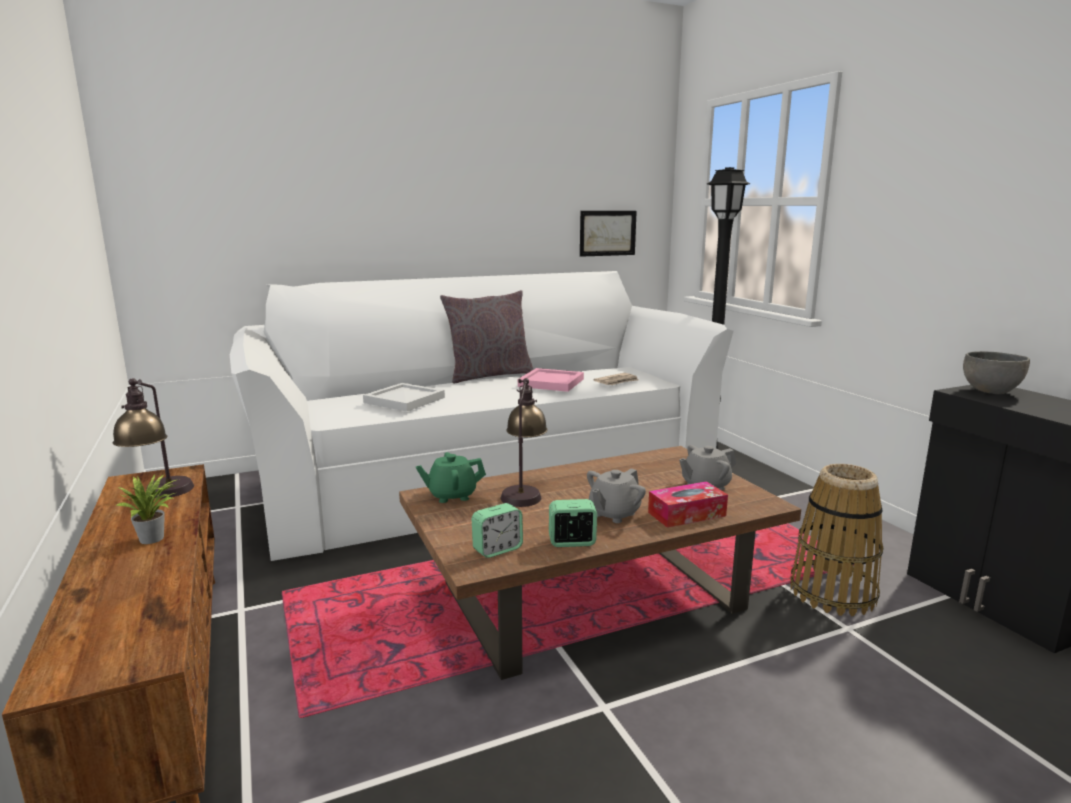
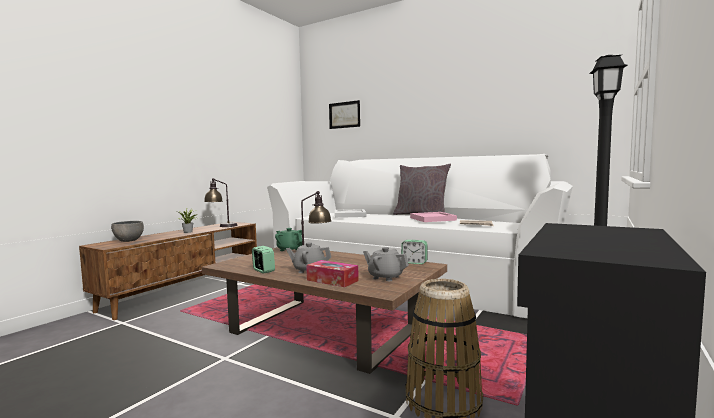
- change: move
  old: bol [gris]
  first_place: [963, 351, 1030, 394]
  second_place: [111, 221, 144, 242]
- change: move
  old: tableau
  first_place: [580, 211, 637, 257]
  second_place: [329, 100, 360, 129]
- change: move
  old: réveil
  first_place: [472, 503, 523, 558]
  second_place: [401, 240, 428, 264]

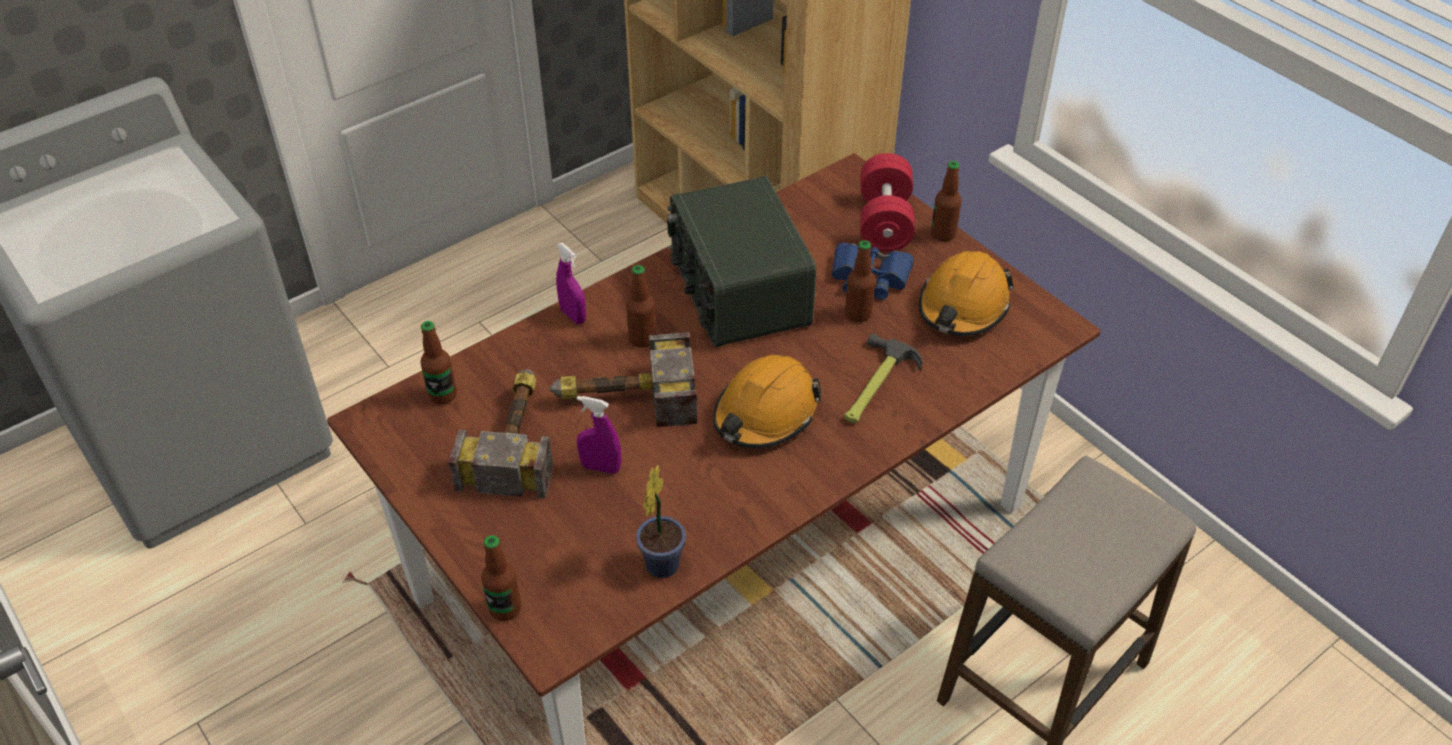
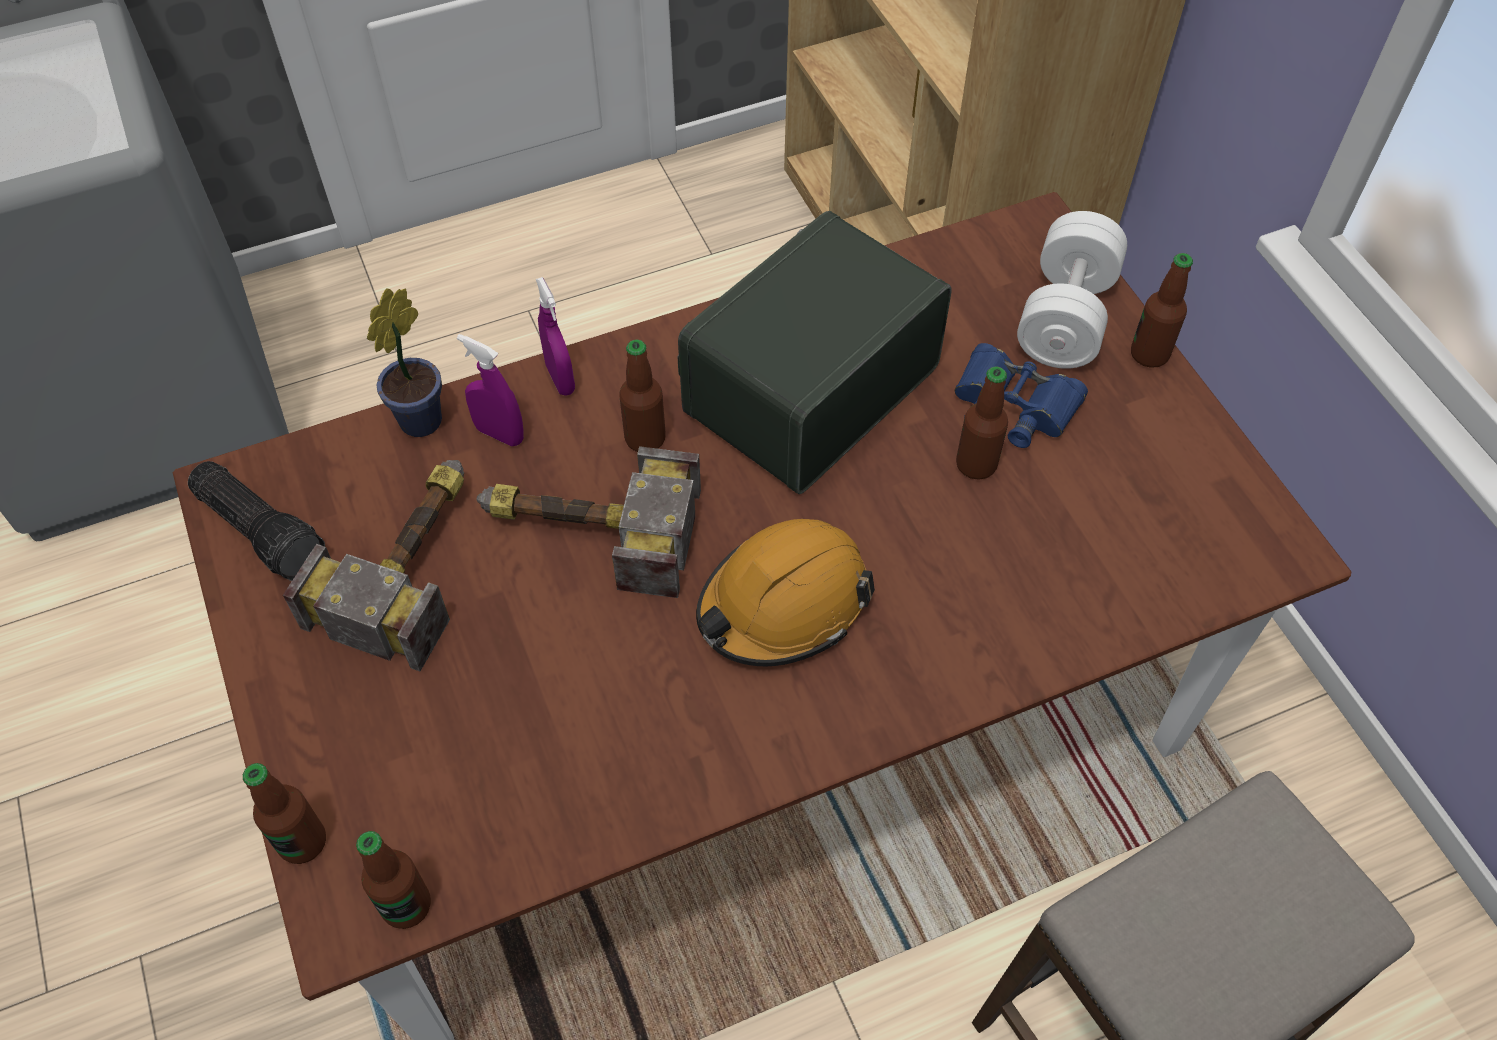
- change: insert
  new: lampe de poche
  second_place: [188, 461, 325, 581]
- change: move
  old: bouteille
  first_place: [420, 321, 457, 405]
  second_place: [356, 831, 431, 929]
- change: move
  old: plante en pot
  first_place: [636, 465, 686, 578]
  second_place: [367, 288, 442, 437]
- change: move
  old: vaporisateur [violet]
  first_place: [577, 396, 621, 474]
  second_place: [457, 334, 524, 447]
- change: rotate
  old: radio
  first_place: [667, 176, 816, 347]
  second_place: [677, 211, 952, 494]
  degrees: 45
- change: recolor
  old: haltère [rouge]
  new: haltère [blanc]
  first_place: [861, 153, 915, 252]
  second_place: [1017, 211, 1127, 369]
- change: delete
  old: marteau
  first_place: [844, 333, 922, 423]
- change: delete
  old: casque de chantier [orange]
  first_place: [919, 251, 1014, 336]

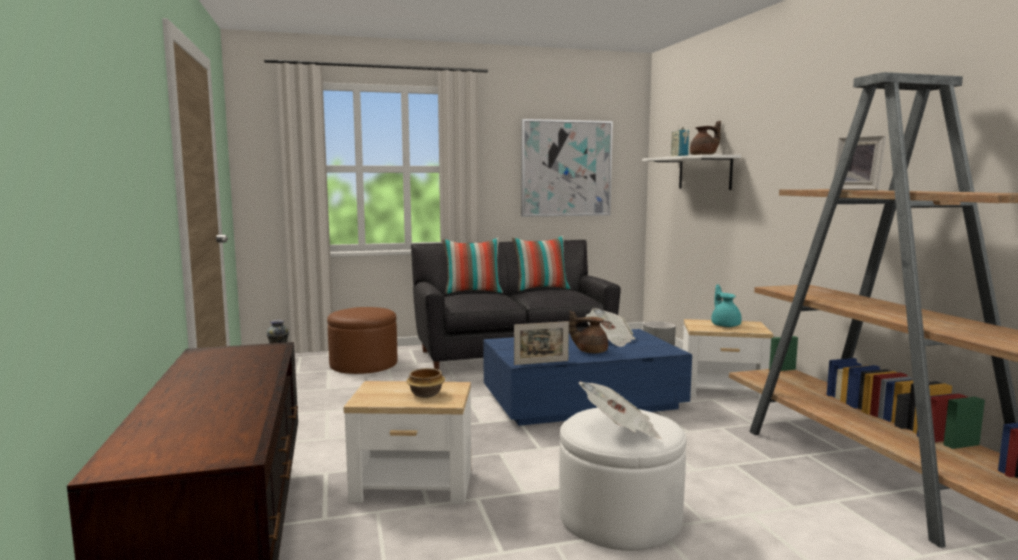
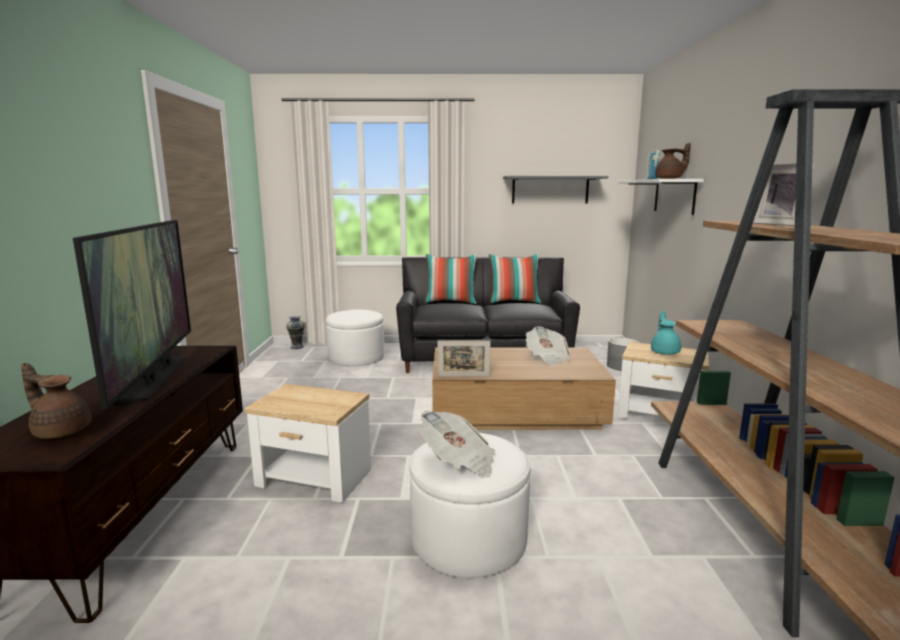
- change: move
  old: théière [marron]
  first_place: [569, 311, 608, 353]
  second_place: [21, 363, 92, 439]
- change: insert
  new: téléviseur
  second_place: [73, 220, 191, 410]
- change: recolor
  old: pouf [marron]
  new: pouf [blanc]
  first_place: [327, 307, 397, 374]
  second_place: [326, 309, 384, 366]
- change: recolor
  old: table basse [bleu]
  new: table basse [marron]
  first_place: [483, 329, 692, 426]
  second_place: [432, 347, 616, 430]
- change: replace
  old: tableau
  new: étagère [gris]
  first_place: [521, 119, 613, 217]
  second_place: [503, 176, 608, 204]
- change: delete
  old: bol
  first_place: [406, 368, 445, 398]

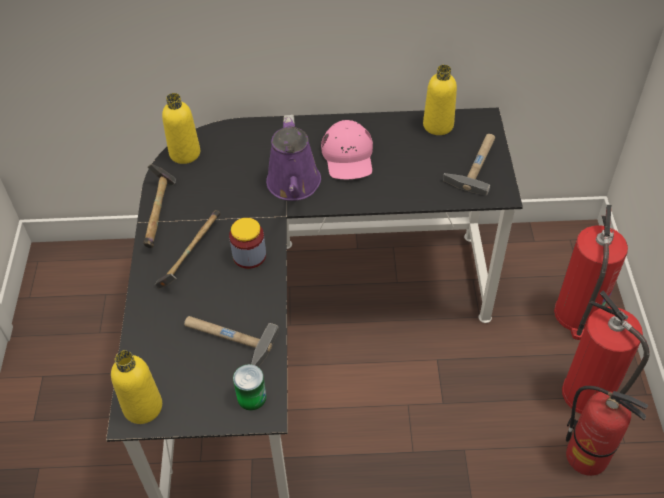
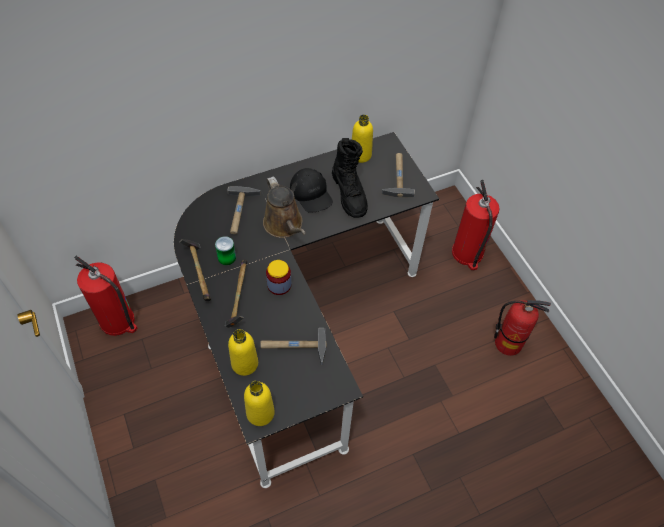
- change: move
  old: extincteur
  first_place: [562, 291, 650, 414]
  second_place: [74, 256, 137, 336]
- change: move
  old: boîte métallique
  first_place: [233, 364, 267, 411]
  second_place: [215, 236, 236, 265]
- change: insert
  new: marteau
  second_place: [227, 186, 261, 234]
- change: move
  old: bouteille [jaune]
  first_place: [162, 93, 200, 164]
  second_place: [228, 329, 258, 376]
- change: recolor
  old: arrosoir [violet]
  new: arrosoir [marron]
  first_place: [266, 115, 321, 201]
  second_place: [263, 176, 306, 238]
- change: recolor
  old: casquette [rose]
  new: casquette [noir]
  first_place: [321, 120, 373, 179]
  second_place: [290, 168, 333, 213]
- change: insert
  new: botte [noir]
  second_place: [332, 138, 368, 218]

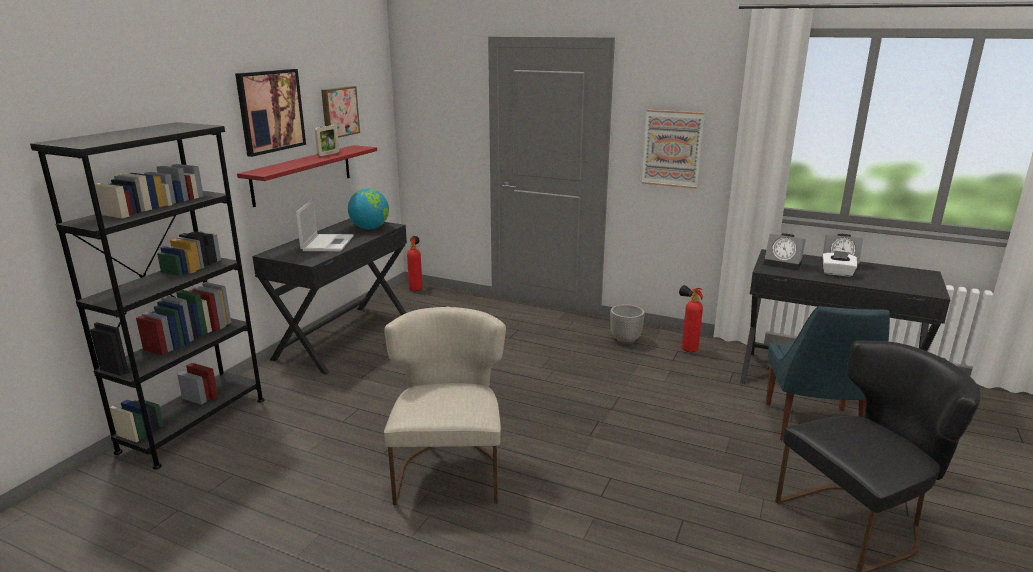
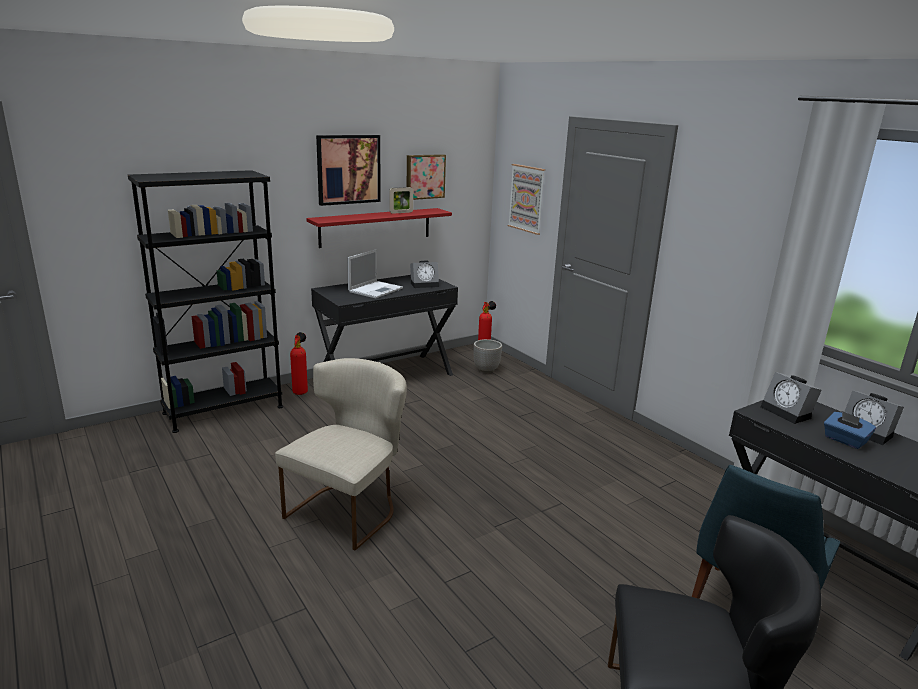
- change: move
  old: extincteur
  first_place: [679, 285, 703, 352]
  second_place: [290, 332, 308, 395]
- change: replace
  old: globe
  new: réveil
  first_place: [348, 189, 389, 229]
  second_place: [410, 261, 439, 288]
- change: move
  old: cache-pot
  first_place: [610, 304, 645, 344]
  second_place: [473, 339, 502, 373]
- change: move
  old: tableau
  first_place: [642, 110, 705, 189]
  second_place: [508, 164, 545, 235]
- change: recolor
  old: boîte à mouchoirs [blanc]
  new: boîte à mouchoirs [bleu]
  first_place: [822, 250, 857, 277]
  second_place: [824, 411, 876, 449]

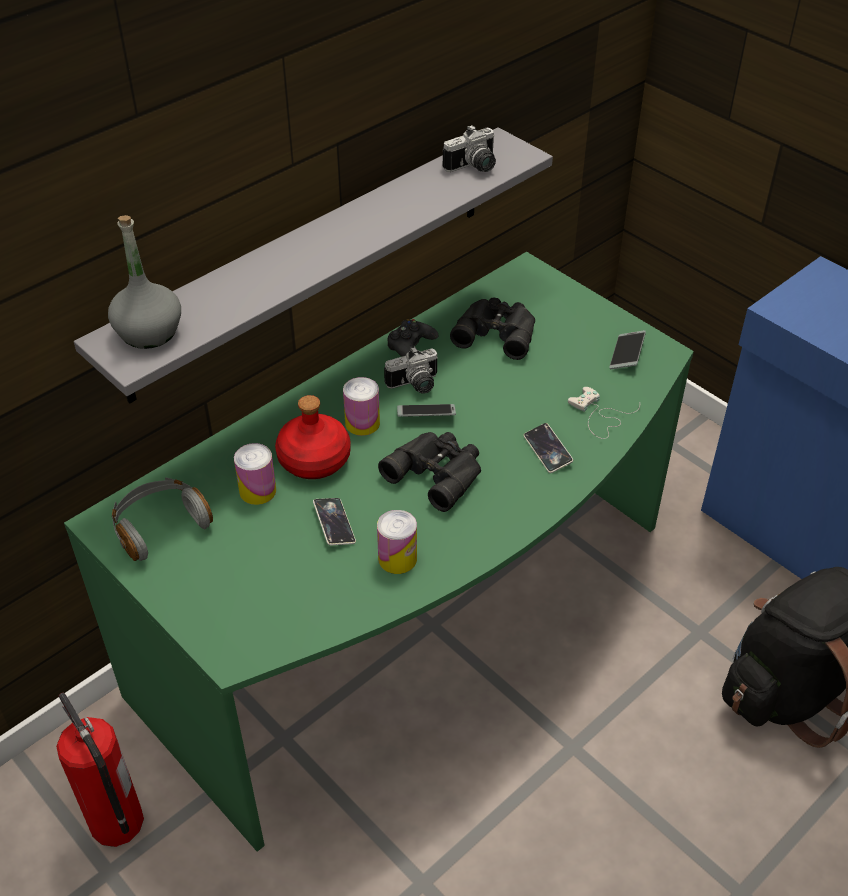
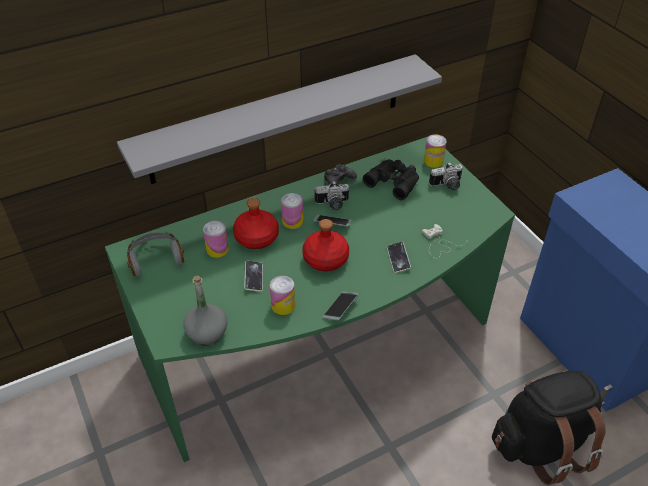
- change: move
  old: bouteille [gris]
  first_place: [108, 215, 181, 349]
  second_place: [183, 276, 227, 346]
- change: replace
  old: jumelles [noir]
  new: bouteille [rouge]
  first_place: [378, 432, 481, 512]
  second_place: [302, 219, 349, 271]
- change: move
  old: téléphone
  first_place: [609, 330, 646, 369]
  second_place: [322, 291, 359, 320]
- change: insert
  new: boîte métallique
  second_place: [424, 135, 447, 168]
- change: move
  old: appareil photo
  first_place: [443, 125, 496, 172]
  second_place: [429, 162, 463, 190]
- change: delete
  old: extincteur
  first_place: [56, 692, 144, 847]

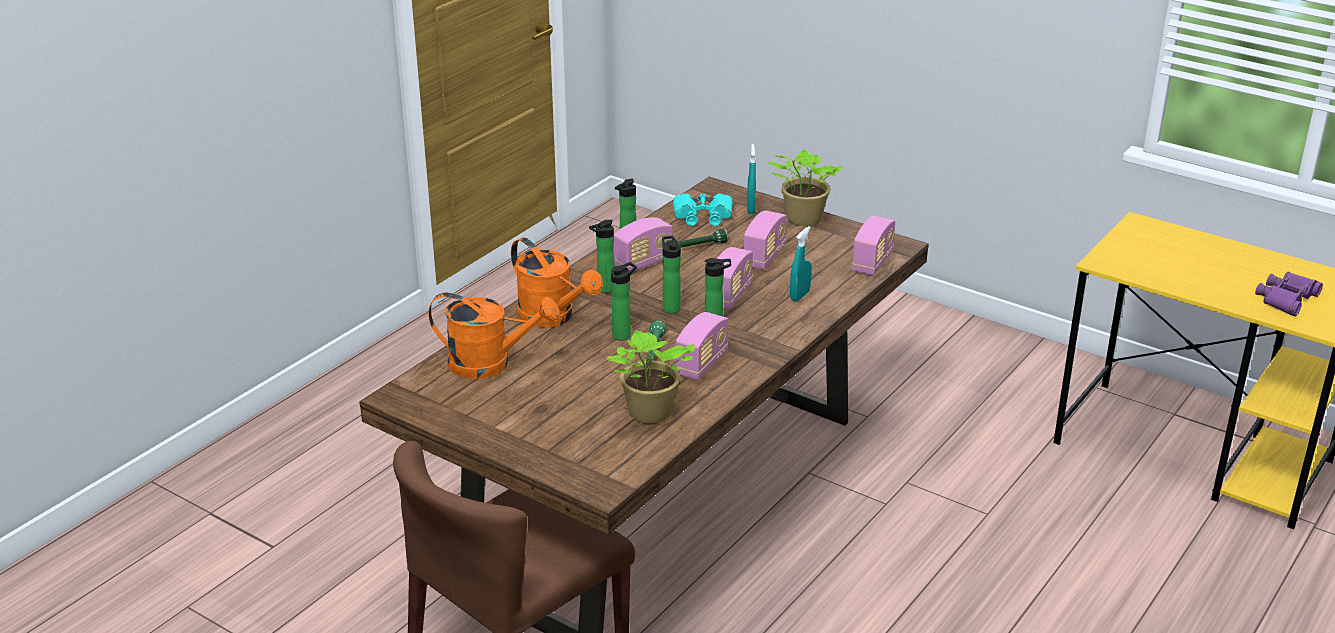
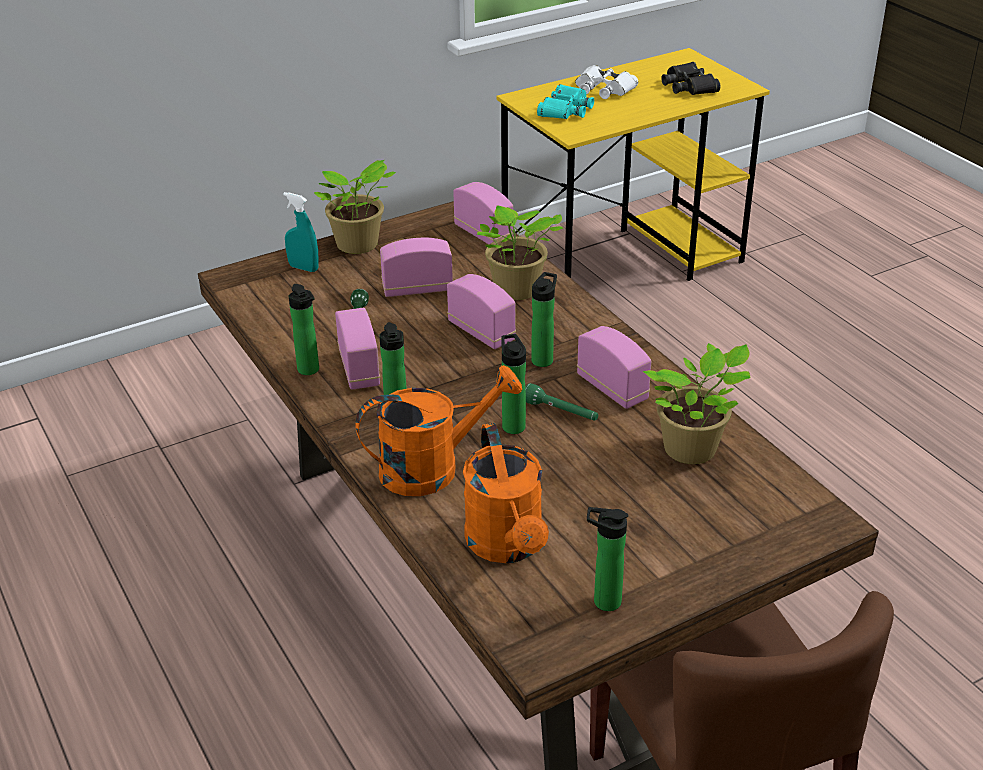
- change: rotate
  old: radio
  first_place: [744, 211, 787, 270]
  second_place: [380, 238, 453, 297]
  degrees: -60
- change: rotate
  old: arrosoir [orange]
  first_place: [428, 292, 559, 379]
  second_place: [463, 423, 549, 563]
  degrees: 135
- change: replace
  old: vaporisateur [turquoise]
  new: plante en pot
  first_place: [790, 226, 812, 301]
  second_place: [477, 206, 563, 300]
- change: move
  old: jumelles [turquoise]
  first_place: [673, 193, 733, 226]
  second_place: [537, 84, 594, 119]
- change: insert
  new: jumelles [blanc]
  second_place: [575, 65, 638, 99]
- change: move
  old: bouteille
  first_place: [662, 236, 681, 314]
  second_place: [587, 507, 628, 611]
- change: recolor
  old: jumelles [violet]
  new: jumelles [noir]
  first_place: [1255, 271, 1323, 316]
  second_place: [661, 62, 721, 95]

